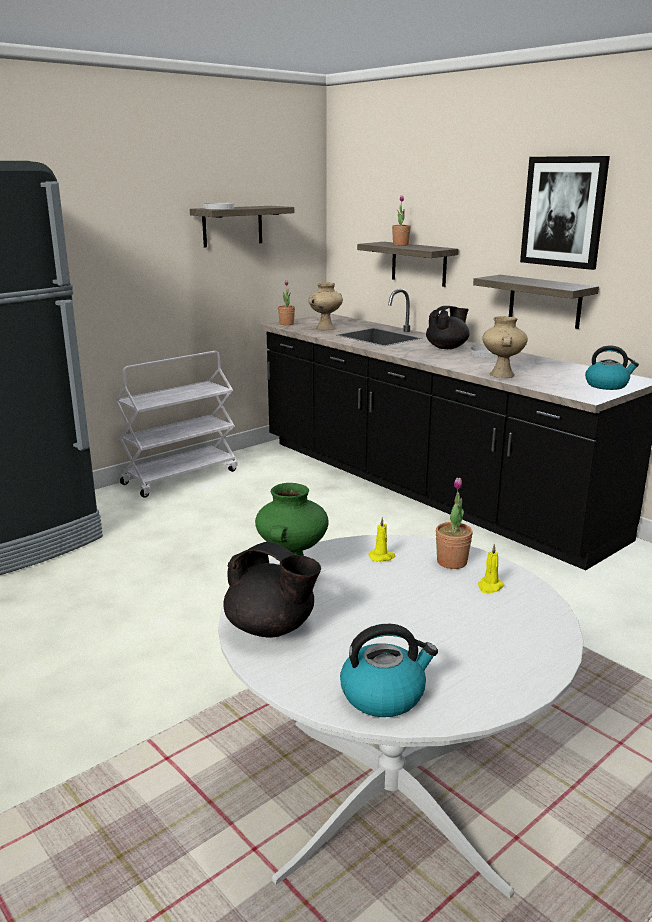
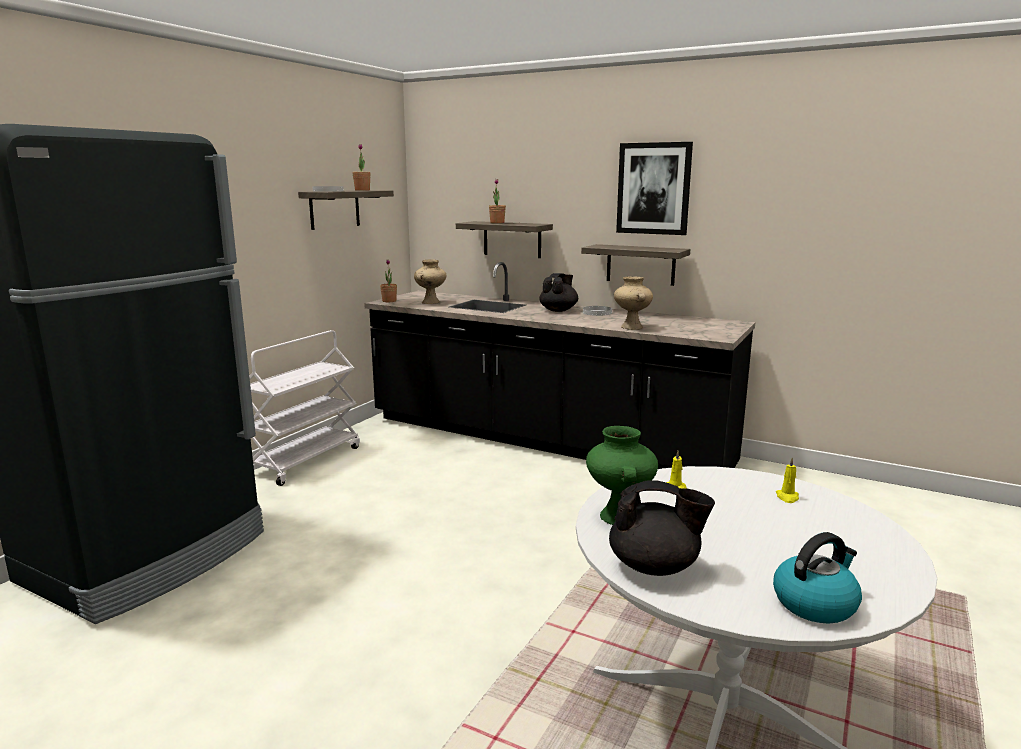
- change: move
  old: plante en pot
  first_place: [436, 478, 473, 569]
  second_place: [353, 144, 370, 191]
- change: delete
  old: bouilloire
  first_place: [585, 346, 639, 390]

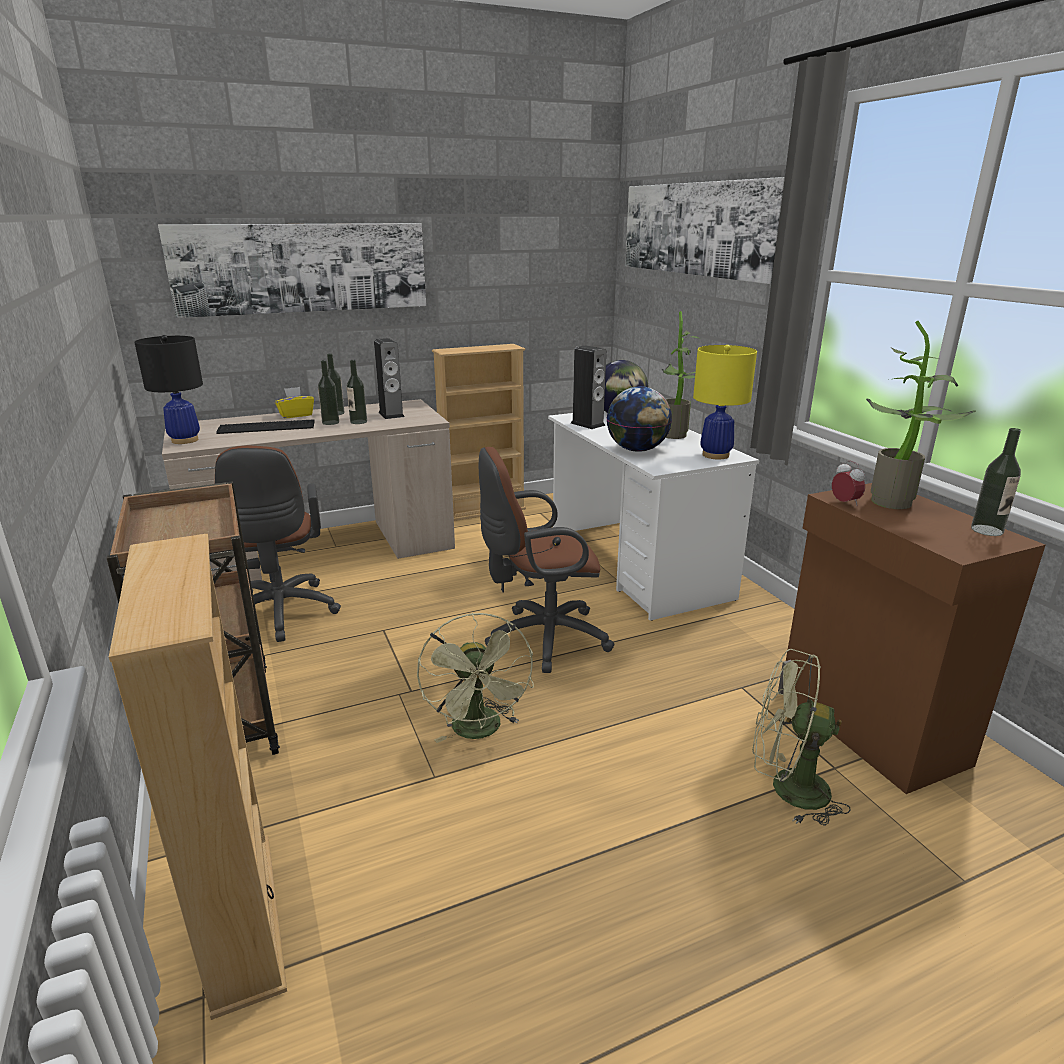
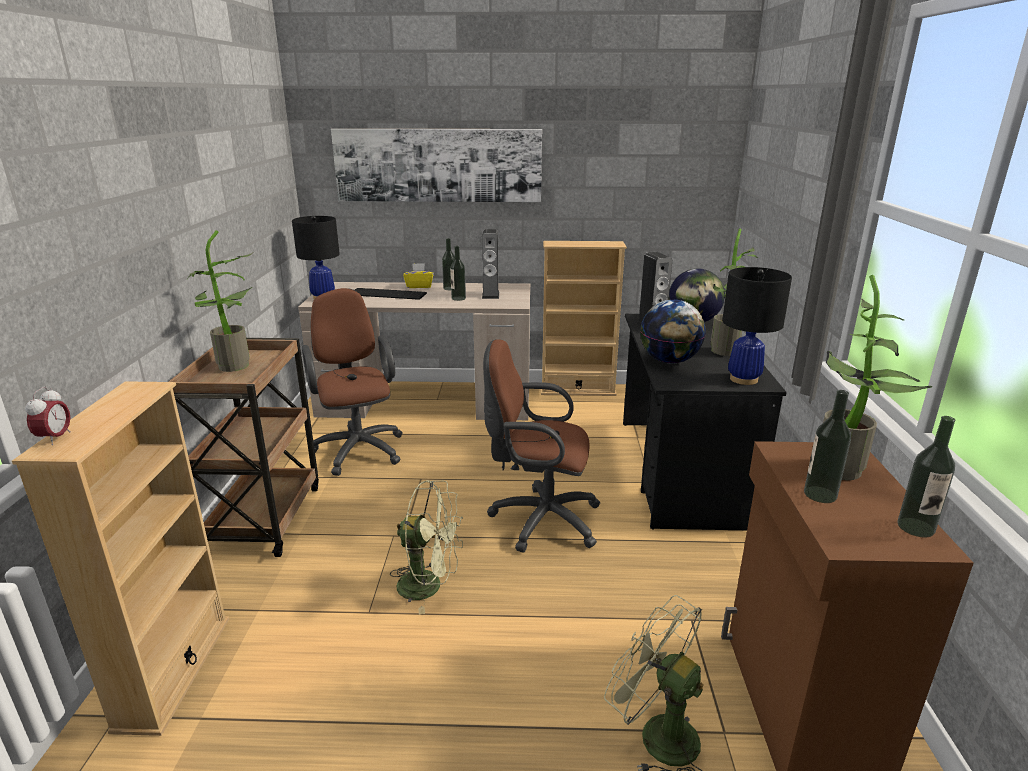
- change: move
  old: réveil
  first_place: [832, 460, 865, 506]
  second_place: [25, 387, 71, 445]
- change: insert
  new: plante en pot
  second_place: [187, 230, 254, 372]
- change: rotate
  old: chaise de bureau [marron]
  first_place: [215, 446, 341, 642]
  second_place: [302, 288, 403, 476]
  degrees: 150
- change: rotate
  old: ventilateur [vert]
  first_place: [417, 613, 534, 743]
  second_place: [390, 480, 463, 615]
  degrees: -90
- change: recolor
  old: bureau [blanc]
  new: bureau [noir]
  first_place: [548, 411, 759, 621]
  second_place: [623, 314, 787, 530]
- change: recolor
  old: lampe de table [jaune]
  new: lampe de table [noir]
  first_place: [693, 345, 757, 459]
  second_place: [722, 267, 792, 385]
- change: move
  old: bouteille
  first_place: [318, 360, 339, 425]
  second_place: [804, 390, 851, 503]
- change: delete
  old: tableau
  first_place: [625, 177, 785, 284]

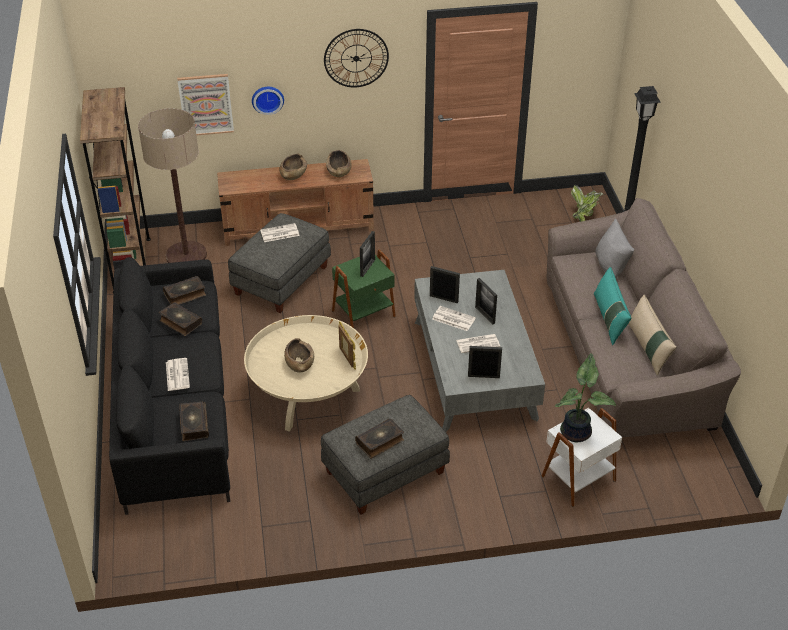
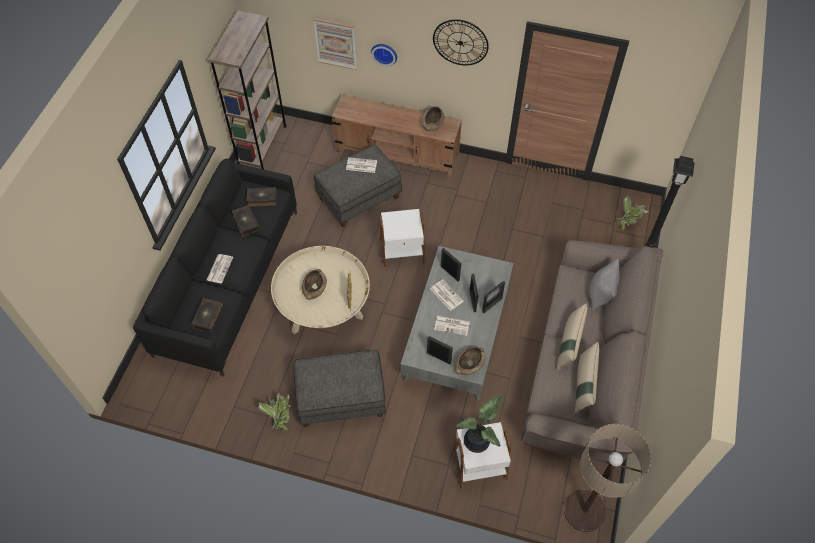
- change: insert
  new: plante en pot
  second_place: [258, 393, 291, 430]
- change: recolor
  old: table d'appoint [vert]
  new: table d'appoint [blanc]
  first_place: [332, 250, 396, 328]
  second_place: [380, 209, 425, 267]
- change: move
  old: bol [marron]
  first_place: [280, 154, 307, 180]
  second_place: [455, 346, 486, 375]
- change: move
  old: cadre photo
  first_place: [360, 231, 375, 277]
  second_place: [482, 281, 505, 313]
- change: recolor
  old: coussin [turquoise]
  new: coussin [beige]
  first_place: [594, 267, 631, 345]
  second_place: [556, 303, 587, 370]
- change: move
  old: lampadaire
  first_place: [138, 108, 207, 263]
  second_place: [564, 424, 651, 532]
- change: delete
  old: livre
  first_place: [355, 419, 404, 458]

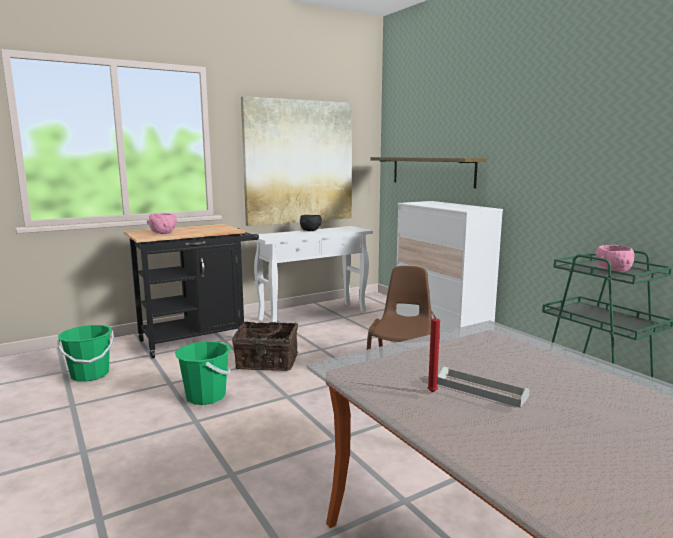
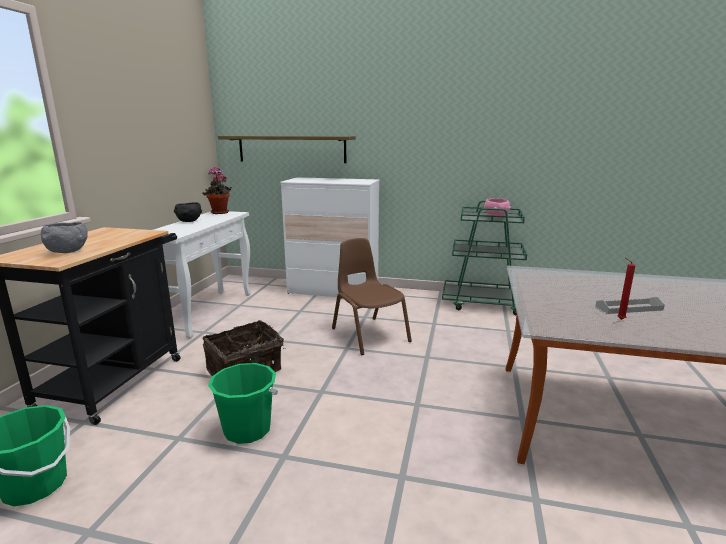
- change: recolor
  old: bol [rose]
  new: bol [gris]
  first_place: [147, 213, 177, 234]
  second_place: [41, 222, 88, 253]
- change: insert
  new: plante en pot
  second_place: [203, 167, 232, 214]
- change: delete
  old: tableau
  first_place: [241, 96, 352, 226]

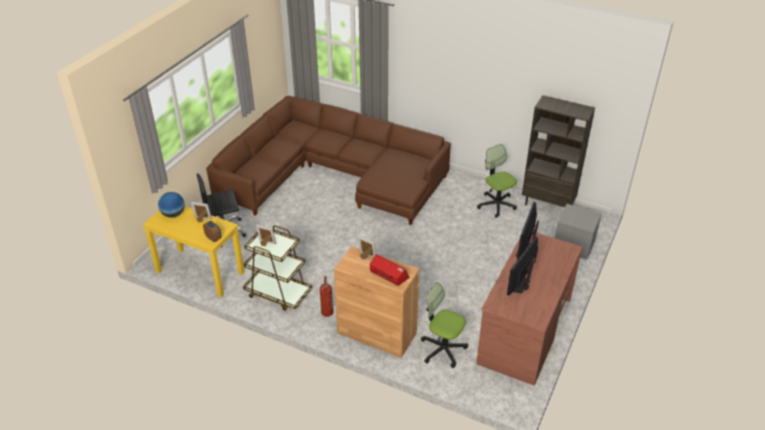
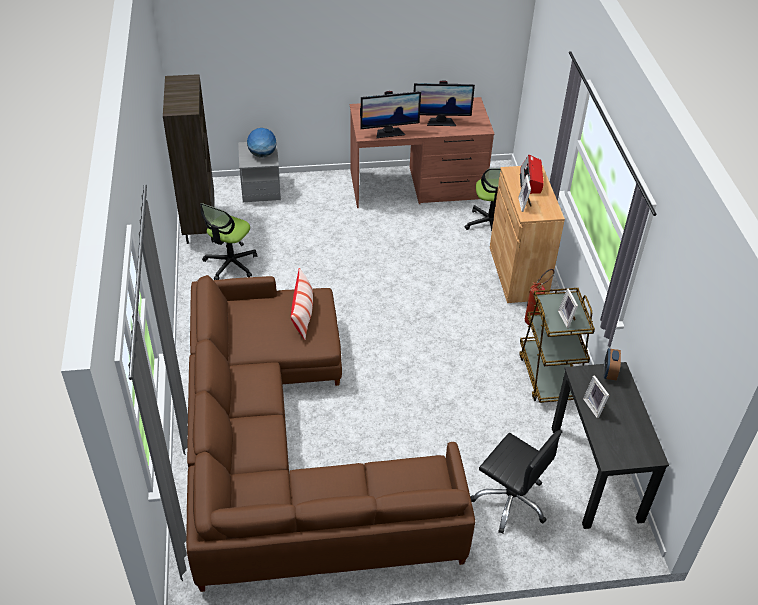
- change: move
  old: globe
  first_place: [158, 192, 185, 218]
  second_place: [247, 128, 277, 158]
- change: insert
  new: coussin
  second_place: [291, 268, 313, 340]
- change: recolor
  old: bureau [jaune]
  new: bureau [noir]
  first_place: [143, 206, 245, 297]
  second_place: [552, 362, 669, 529]

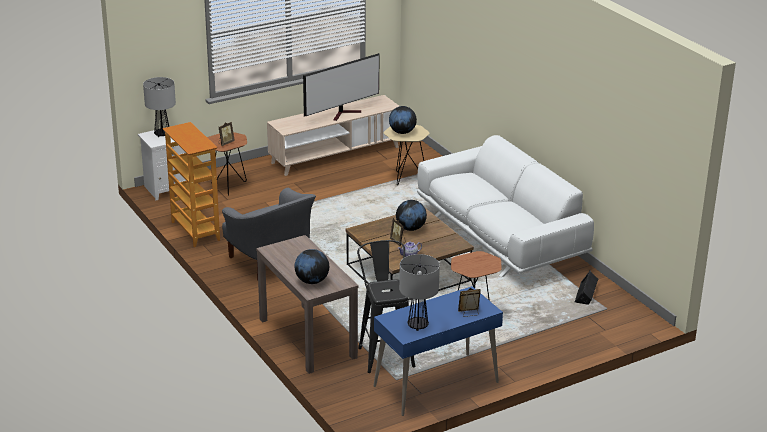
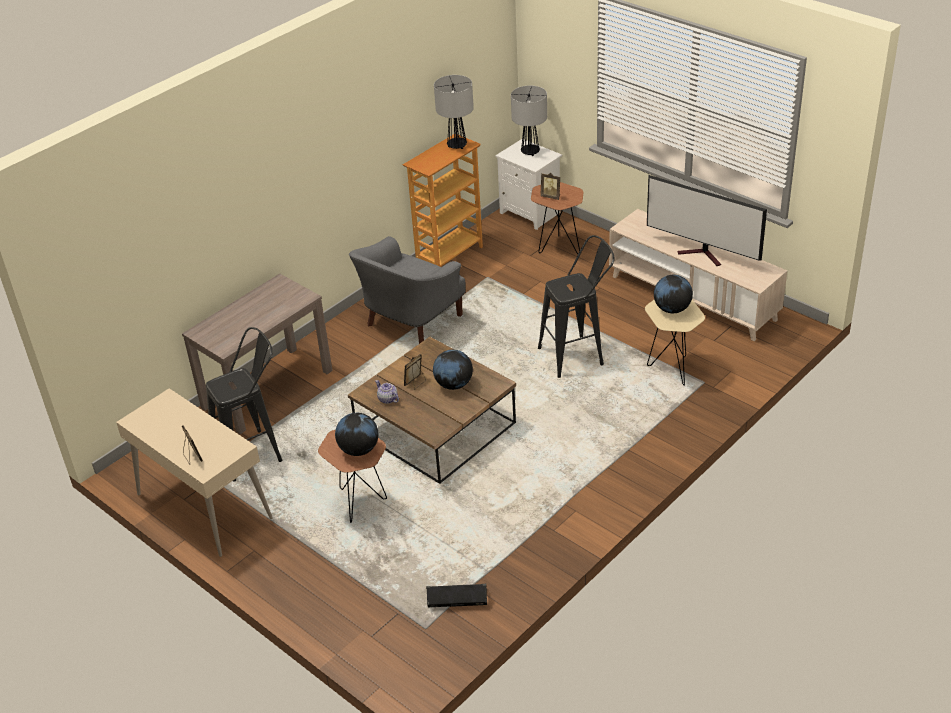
- change: recolor
  old: bureau [bleu]
  new: bureau [beige]
  first_place: [373, 286, 503, 416]
  second_place: [116, 388, 273, 557]
- change: move
  old: globe
  first_place: [295, 249, 329, 284]
  second_place: [335, 413, 378, 456]
- change: move
  old: lampe de table
  first_place: [399, 254, 440, 331]
  second_place: [434, 75, 474, 149]
- change: insert
  new: tabouret [noir]
  second_place: [538, 235, 614, 378]
- change: delete
  old: canapé [blanc]
  first_place: [417, 135, 594, 277]

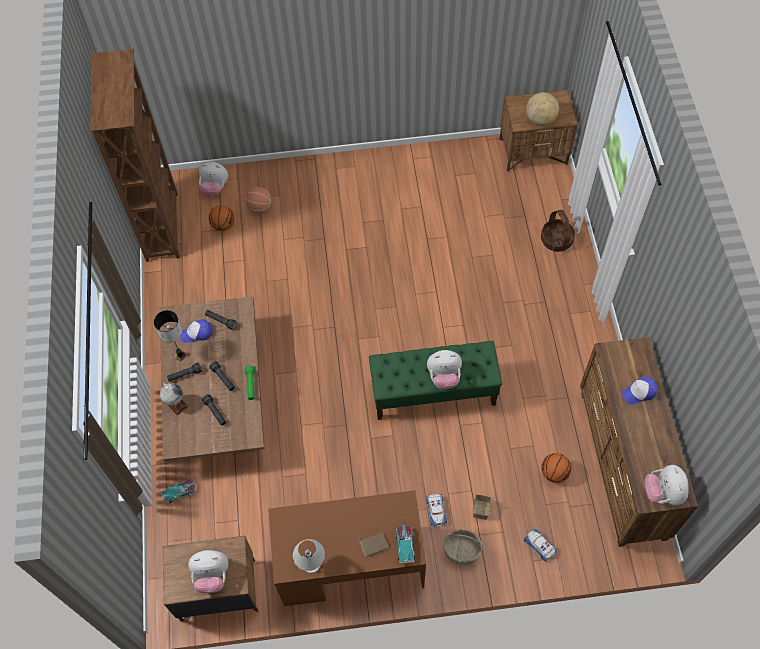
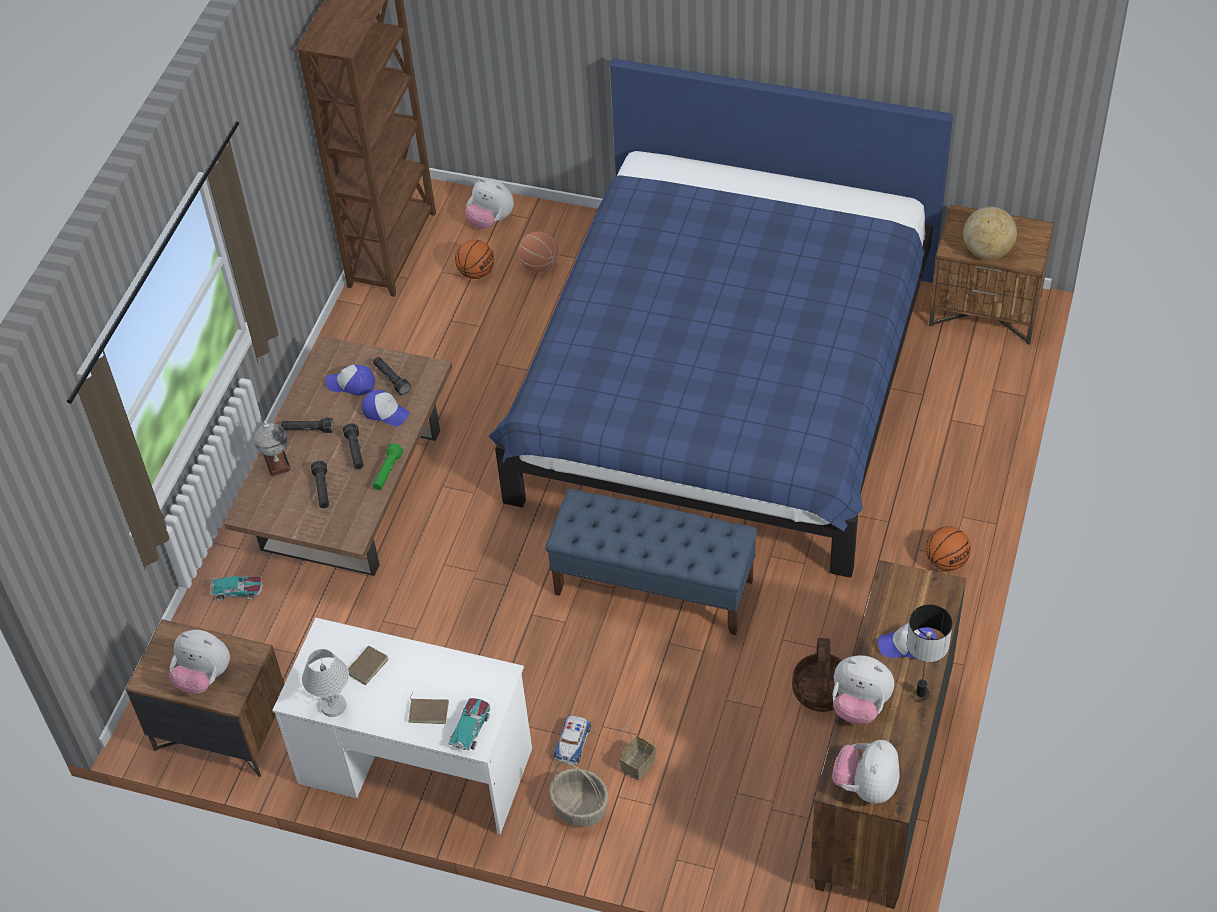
- change: recolor
  old: bureau [marron]
  new: bureau [blanc]
  first_place: [268, 490, 426, 606]
  second_place: [272, 618, 532, 834]
- change: insert
  new: livre [marron]
  second_place: [348, 646, 389, 685]
- change: insert
  new: casquette
  second_place: [362, 390, 410, 426]
- change: insert
  new: lit [bleu]
  second_place: [489, 59, 953, 578]
- change: recolor
  old: banc [vert]
  new: banc [bleu]
  first_place: [369, 341, 502, 420]
  second_place: [545, 488, 758, 635]
- change: move
  old: panier
  first_place: [541, 210, 575, 252]
  second_place: [792, 638, 842, 712]
- change: move
  old: peluche
  first_place: [427, 350, 462, 389]
  second_place: [833, 655, 894, 724]
- change: move
  old: lampe de table
  first_place: [154, 310, 186, 361]
  second_place: [907, 605, 953, 702]
- change: move
  old: ballon de basket
  first_place: [541, 453, 571, 483]
  second_place: [926, 526, 971, 571]
- change: delete
  old: petite voiture
  first_place: [524, 529, 557, 562]

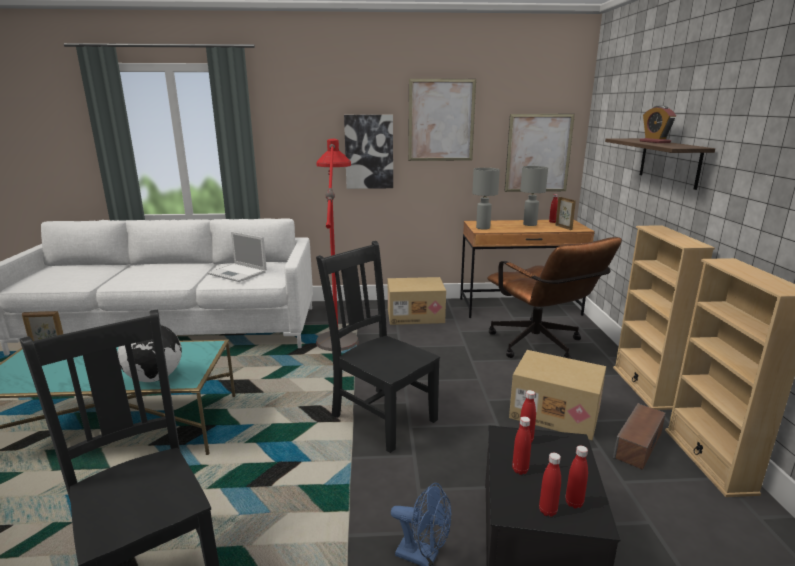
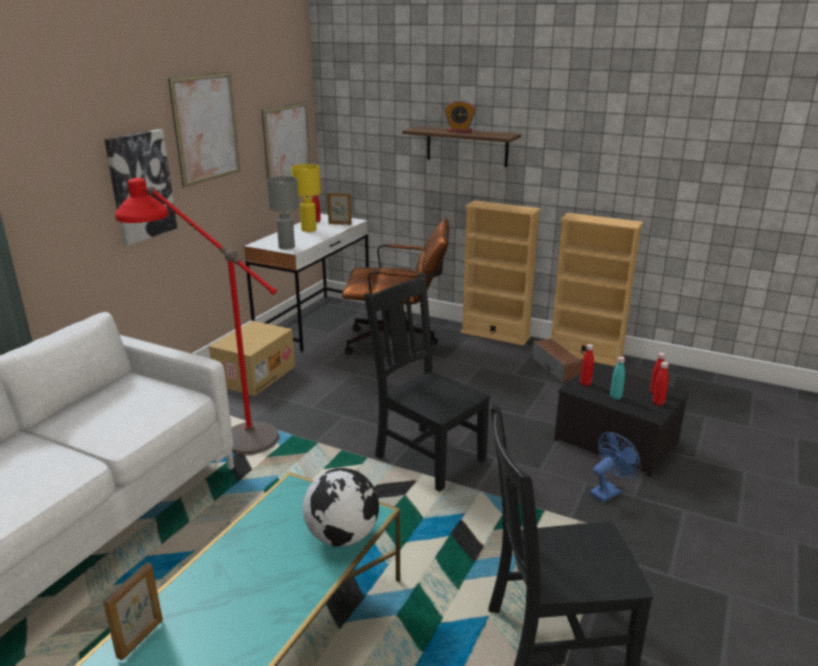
- change: recolor
  old: bureau [marron]
  new: bureau [blanc]
  first_place: [460, 220, 595, 318]
  second_place: [244, 214, 369, 352]
- change: recolor
  old: lampe de table [gris]
  new: lampe de table [jaune]
  first_place: [520, 166, 548, 226]
  second_place: [291, 164, 321, 232]
- change: rotate
  old: chaise [noir]
  first_place: [316, 241, 440, 453]
  second_place: [364, 273, 490, 492]
  degrees: 60
- change: recolor
  old: bouteille [rouge]
  new: bouteille [turquoise]
  first_place: [512, 416, 531, 475]
  second_place: [610, 357, 625, 400]
- change: delete
  old: ordinateur portable
  first_place: [207, 232, 267, 282]
- change: delete
  old: carton
  first_place: [509, 350, 606, 440]

